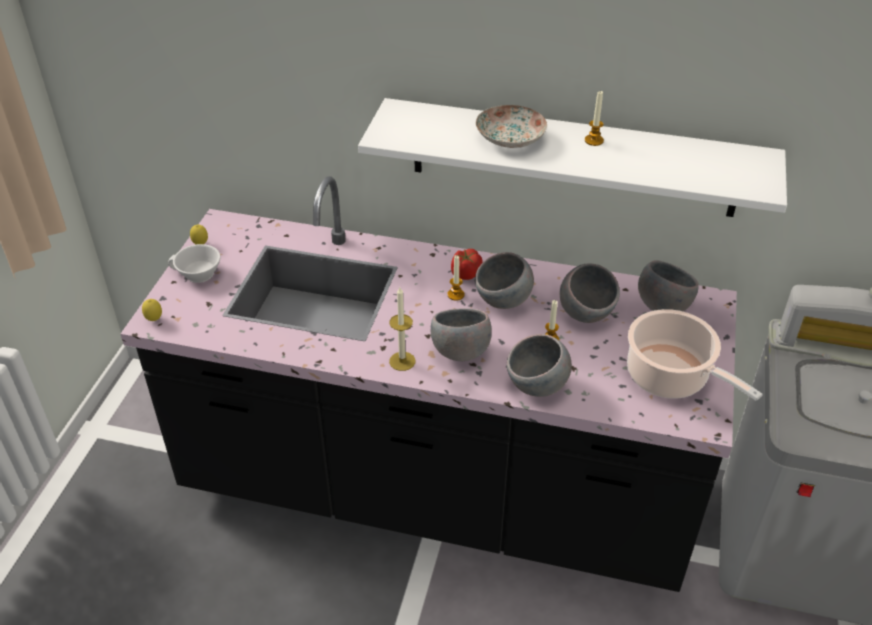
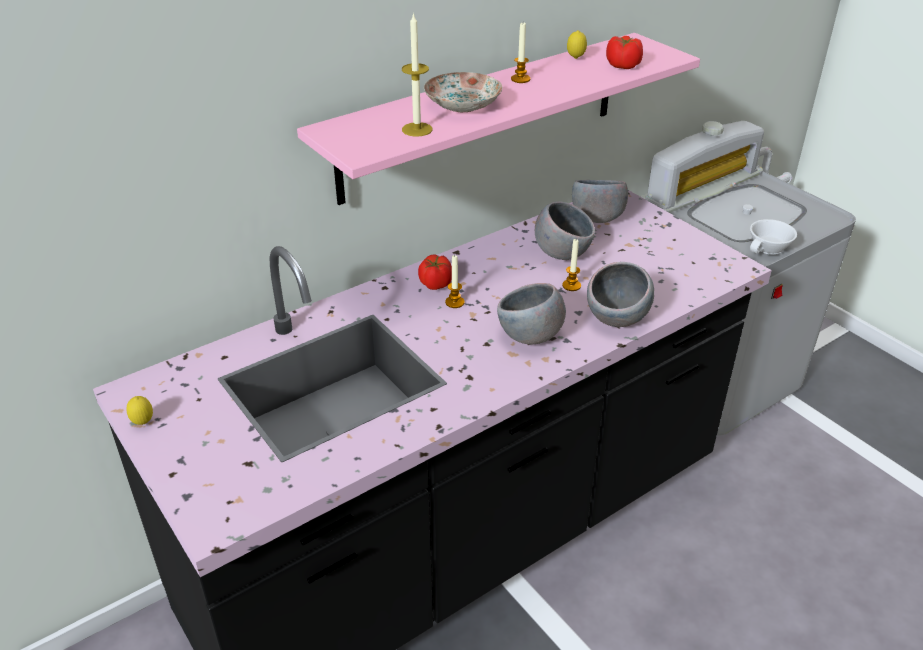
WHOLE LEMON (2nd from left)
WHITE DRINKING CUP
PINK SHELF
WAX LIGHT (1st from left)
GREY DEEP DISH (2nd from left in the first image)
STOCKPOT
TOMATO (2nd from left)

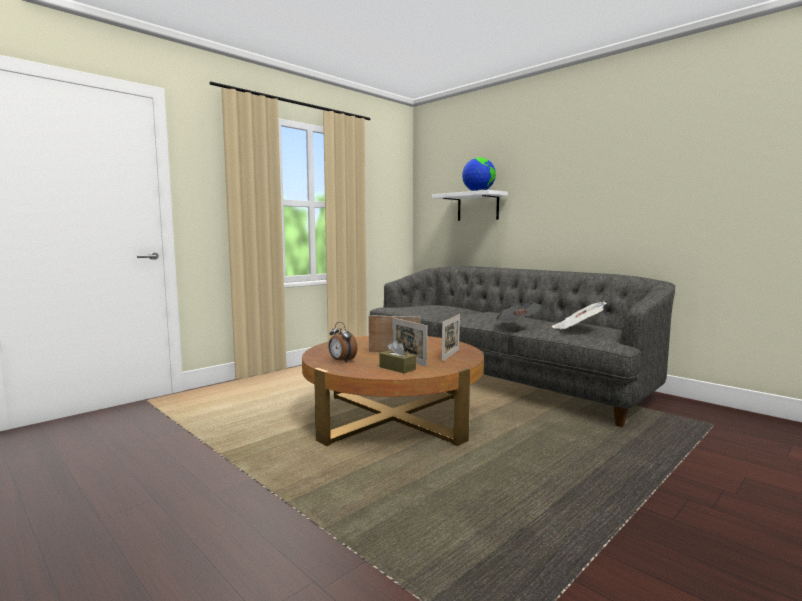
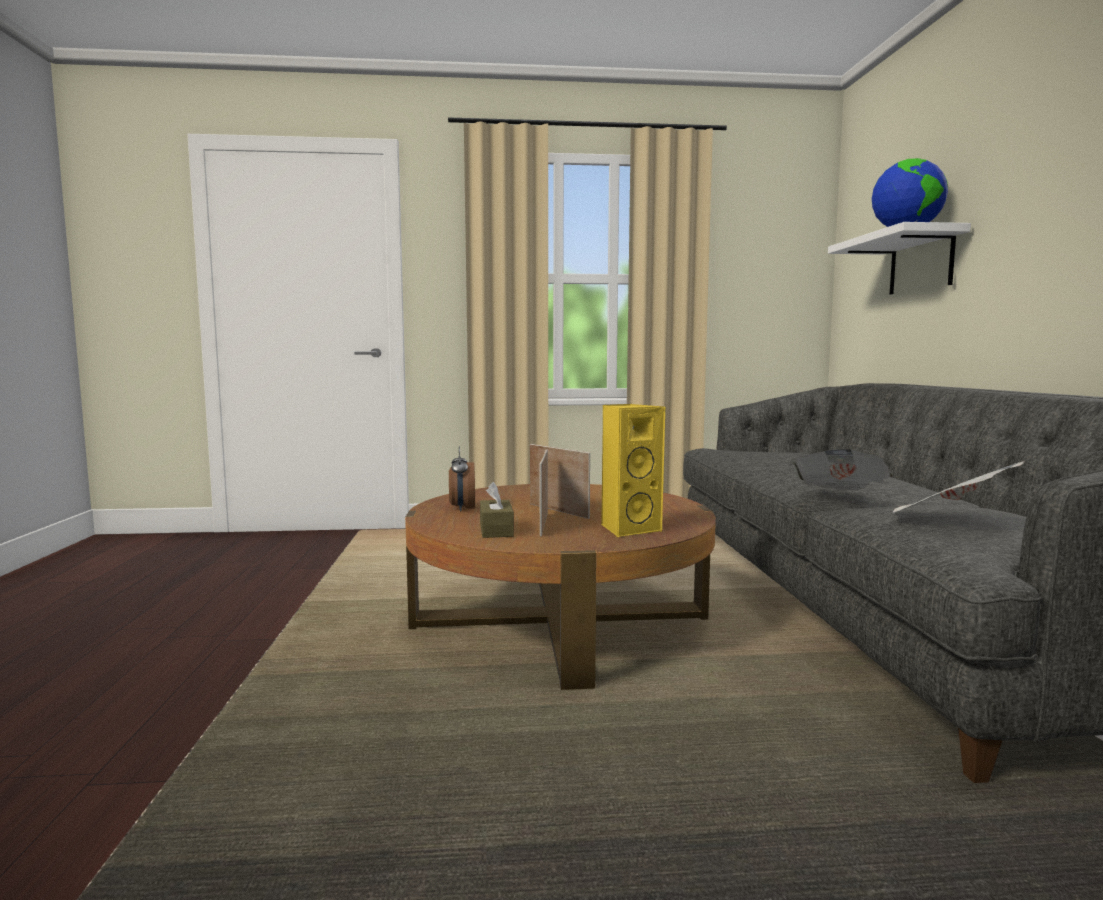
YELLOW SPEAKER

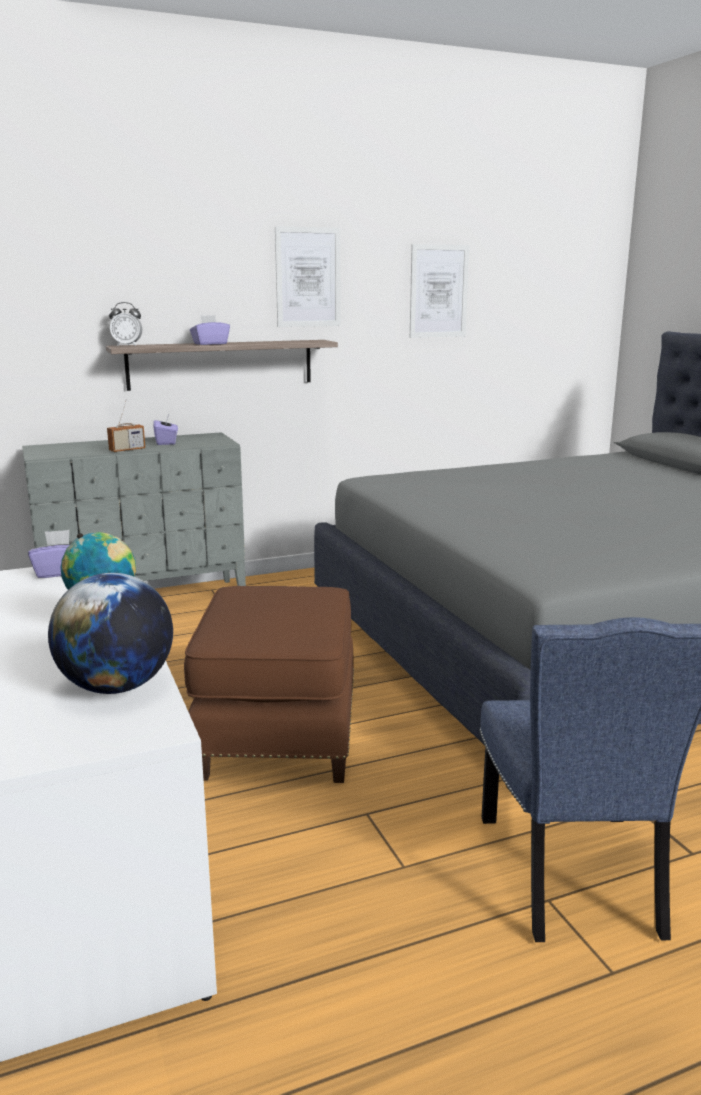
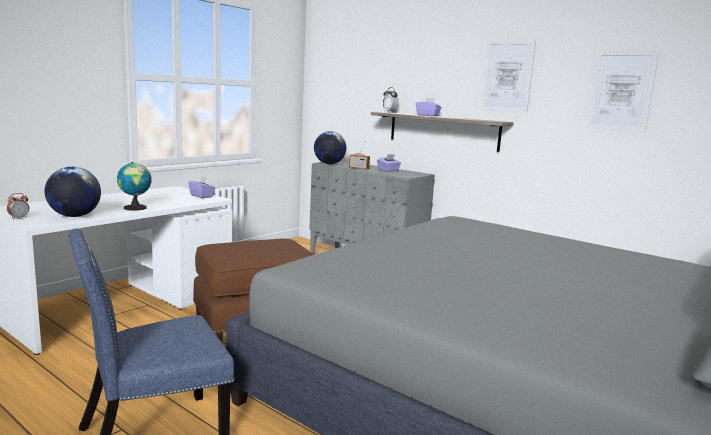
ALARM CLOCK (1st from left)
WORLD GLOBE (3rd from left)

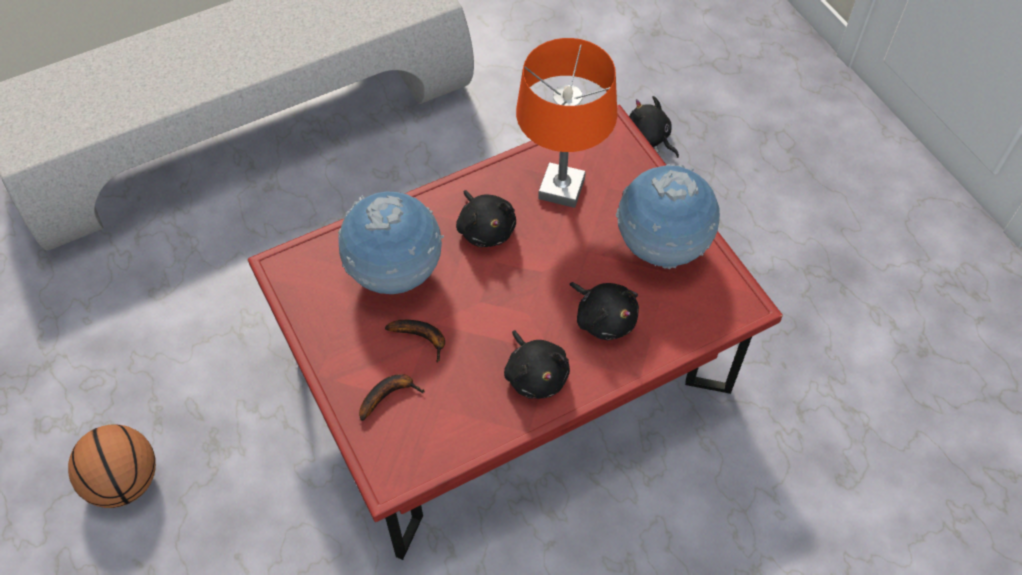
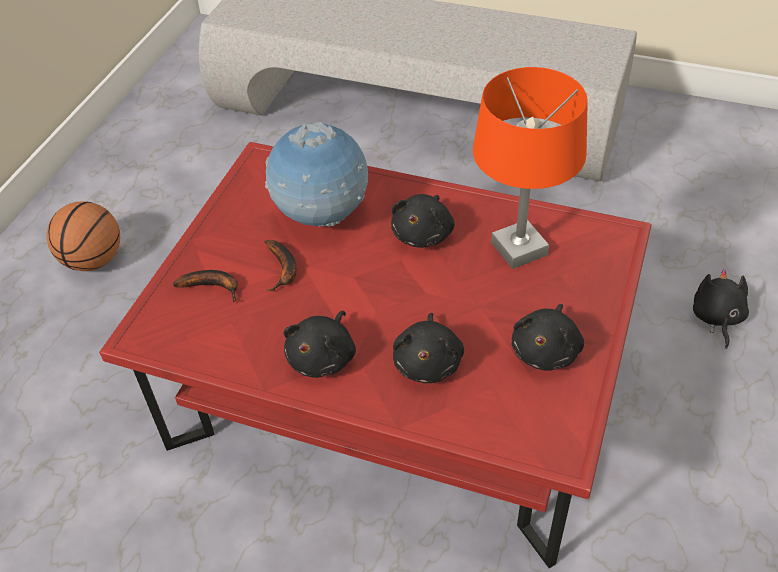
BLACKISH PLUSH TOY (4th from left)

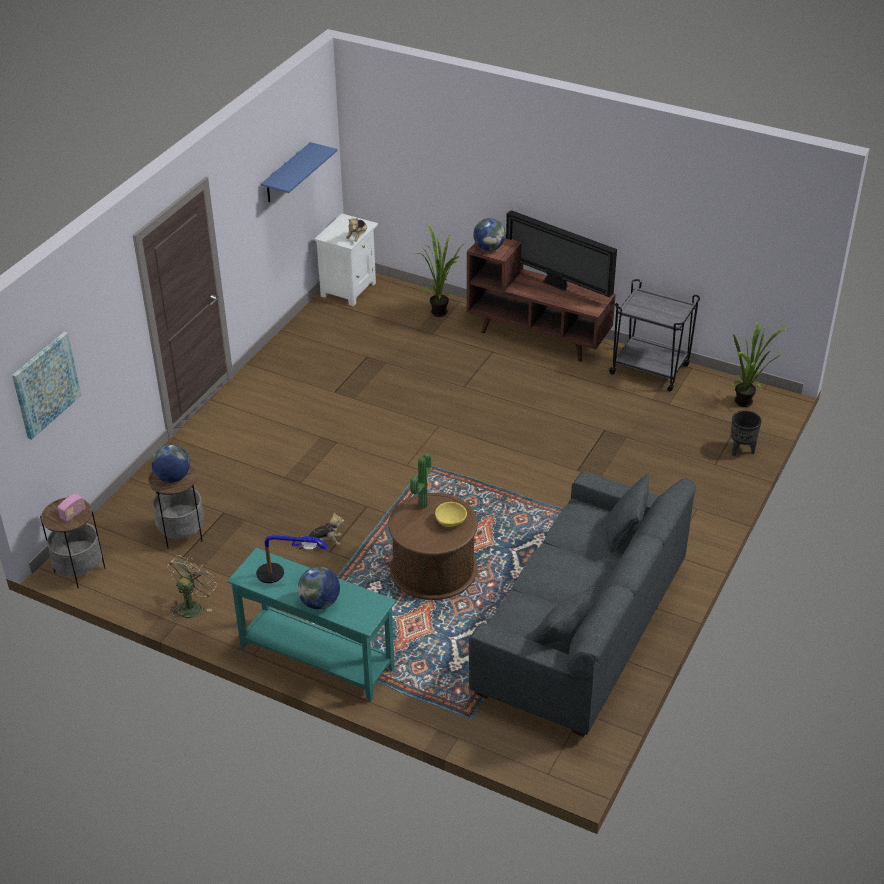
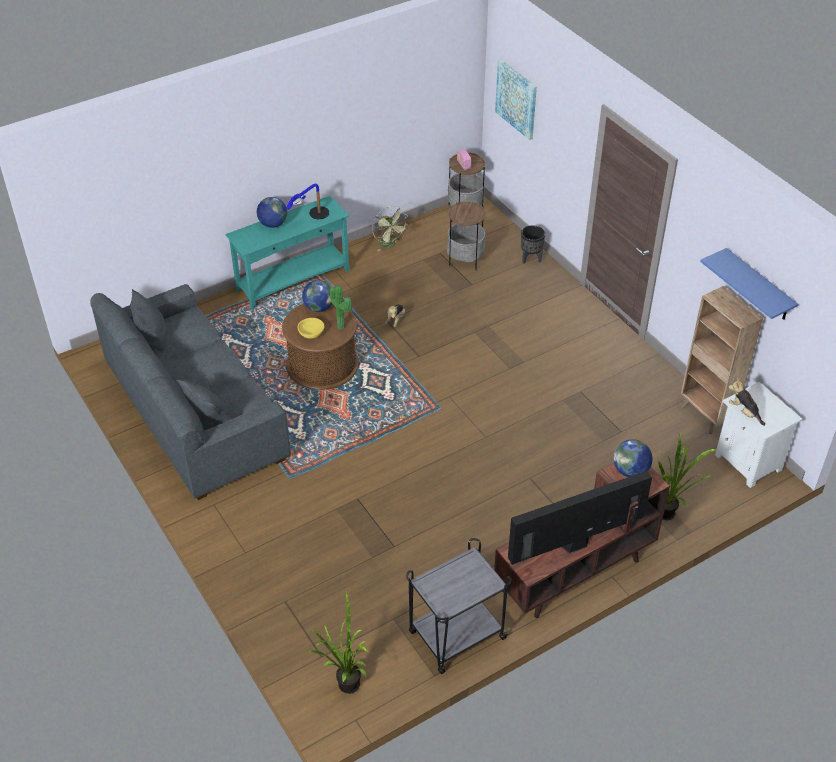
WORLD GLOBE (2nd from left)
BLACKISH PLANT POT
BROWNISH SHELVING UNIT

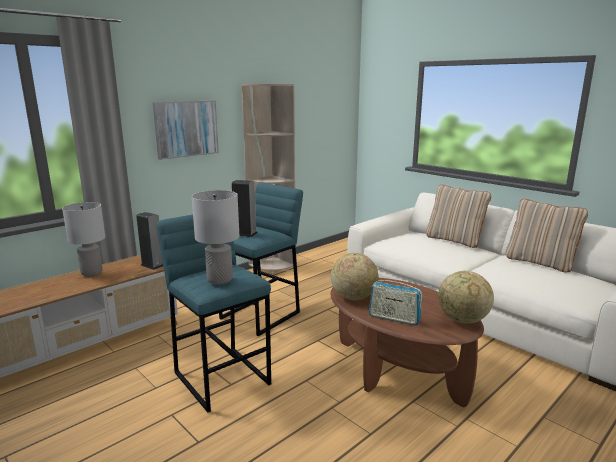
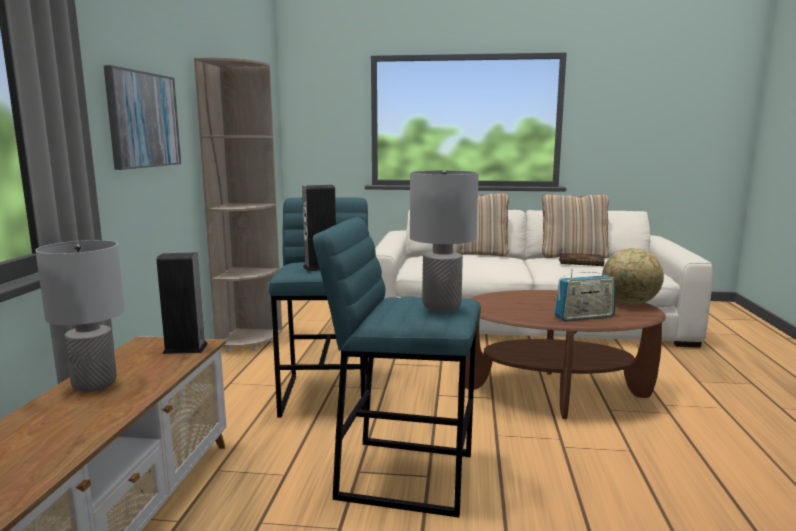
WORLD GLOBE (1st from left in the first image)
BOUND BOOK

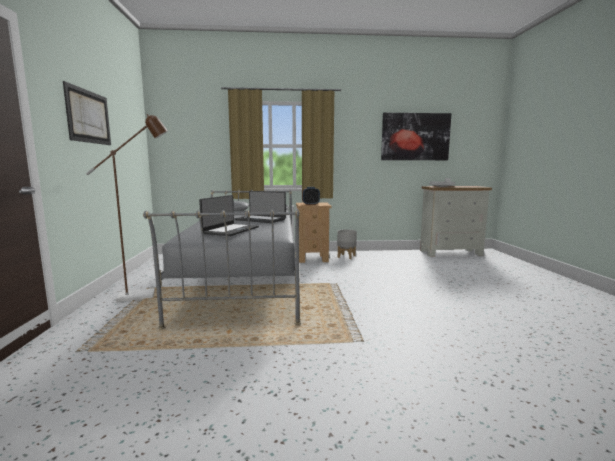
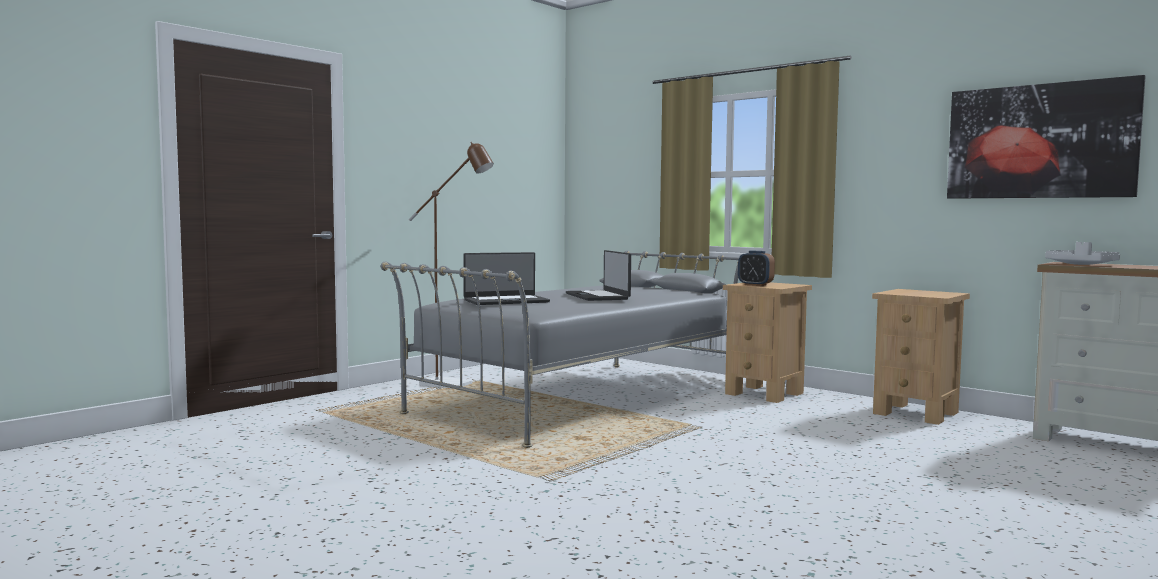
PICTURE (1st from left in the first image)
GREY PLANT POT
BEIGE-COLOURED BEDSIDE TABLE (2nd from left)

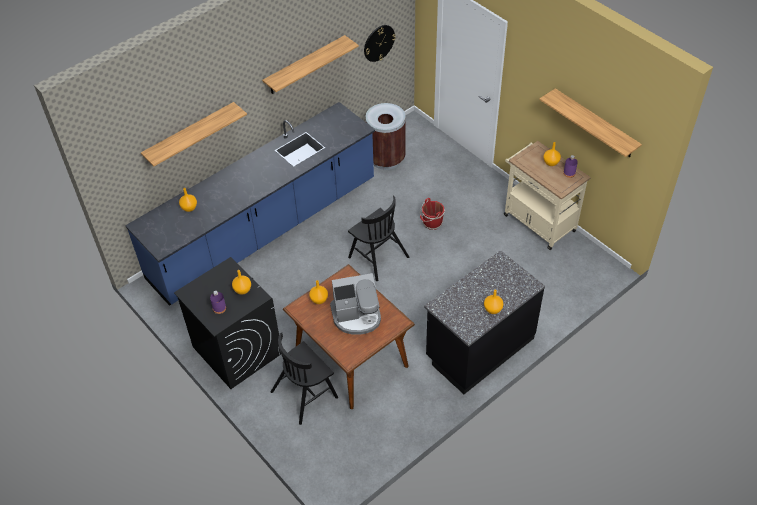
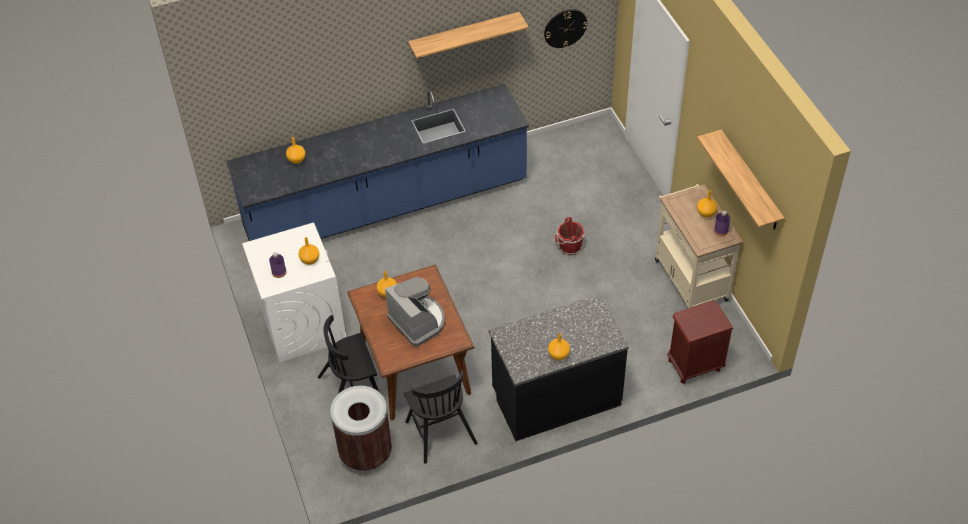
SHELF (1st from left in the first image)
WHITE LAUNDRY APPLIANCE
COFFEE MACHINE
BLACKISH UPRIGHT CHAIR (2nd from left)
BROWNISH TRASH CAN
BROWNISH BEDSIDE TABLE

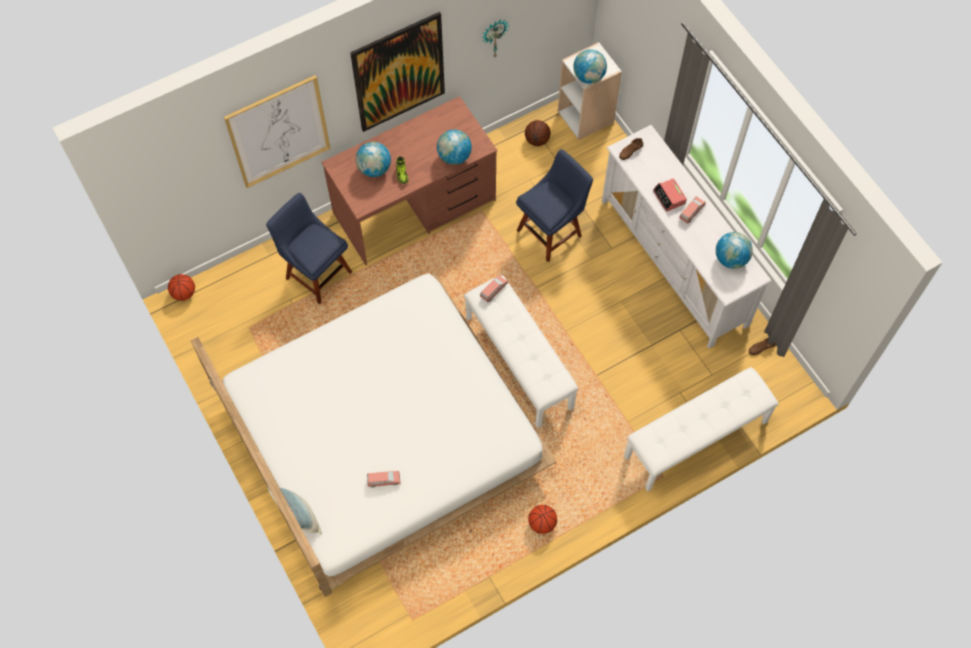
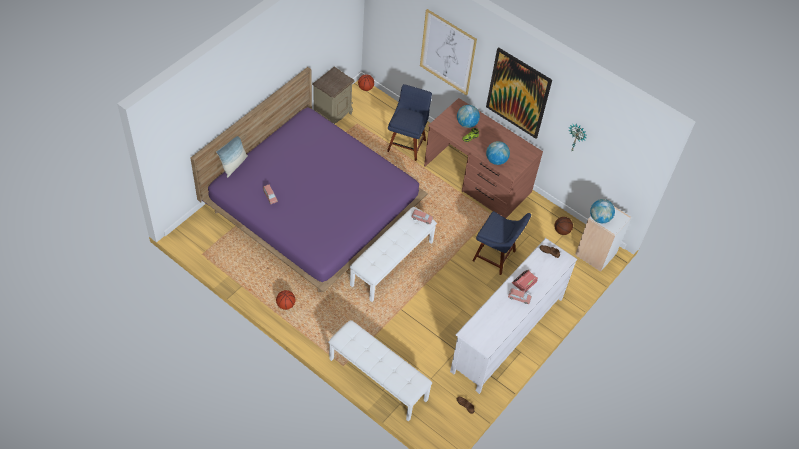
PURPLE BEDROOM BED
WORLD GLOBE (4th from left in the first image)
BEIGE-COLOURED BEDSIDE TABLE

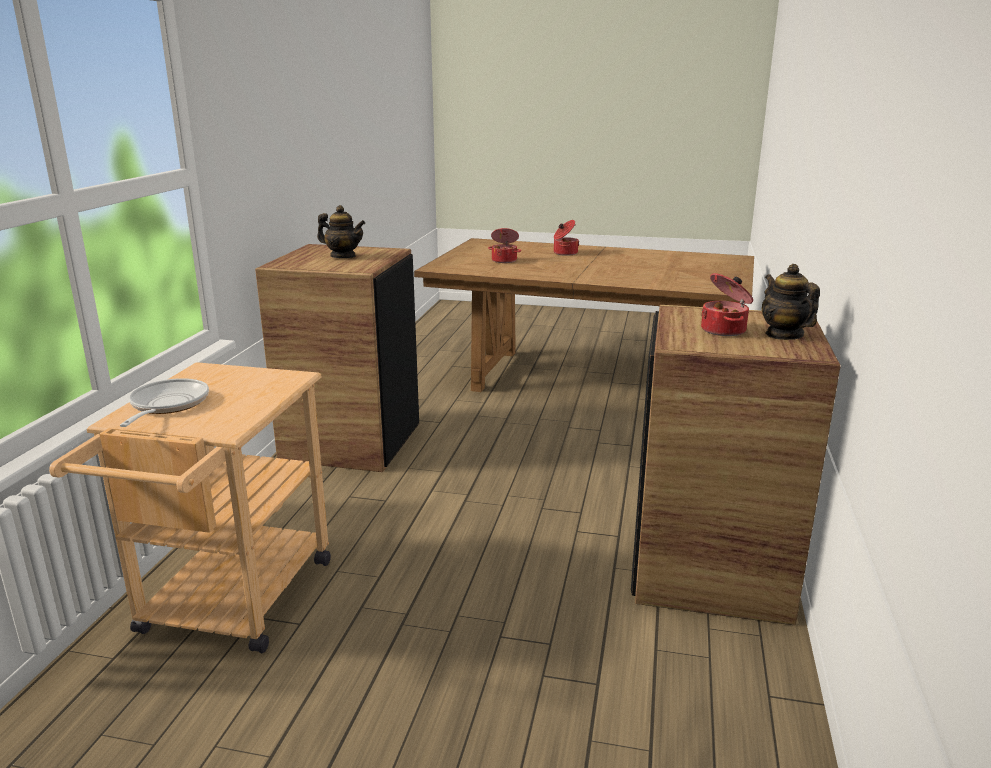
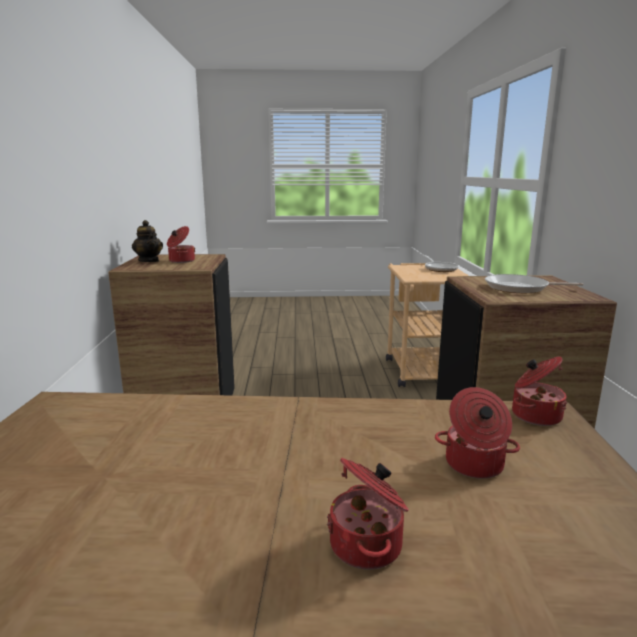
SKILLET (2nd from left)
STOCKPOT (4th from left)

